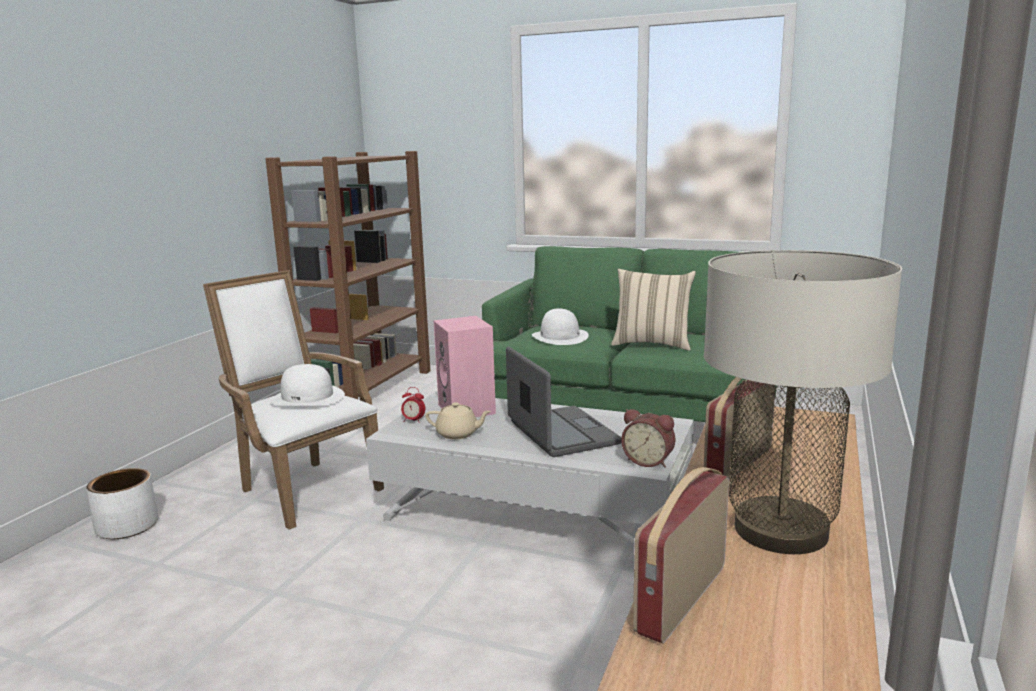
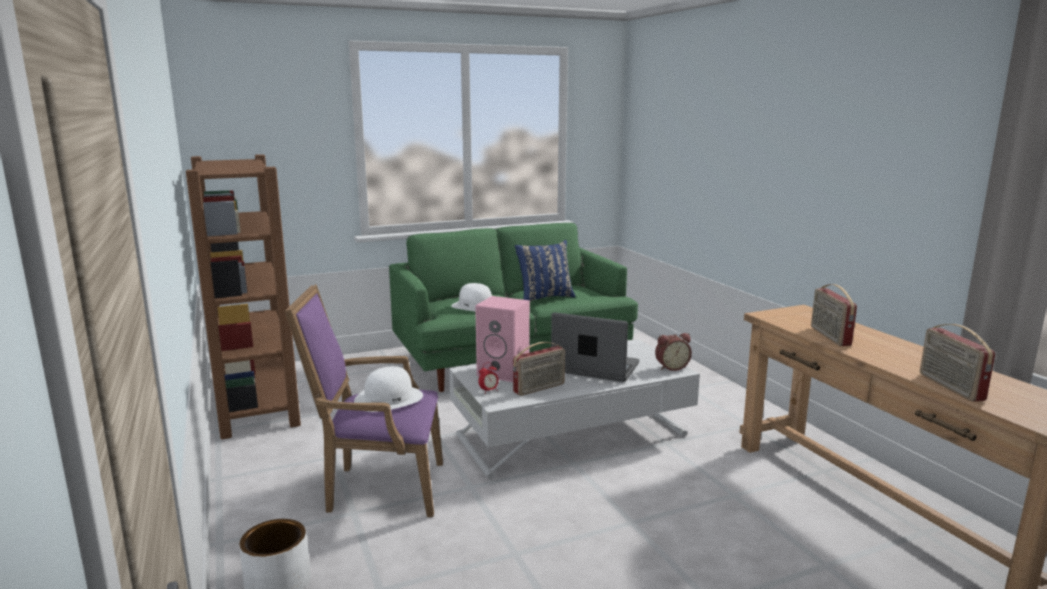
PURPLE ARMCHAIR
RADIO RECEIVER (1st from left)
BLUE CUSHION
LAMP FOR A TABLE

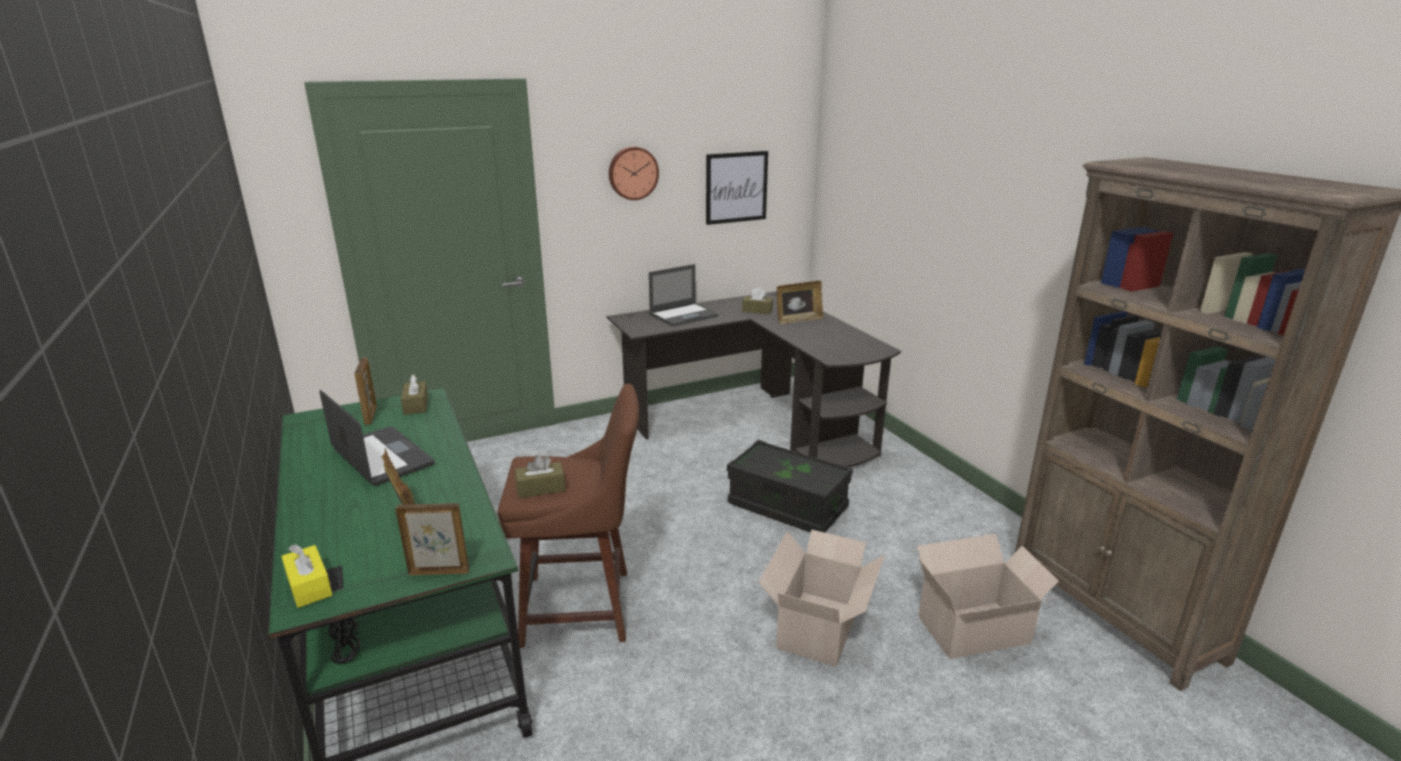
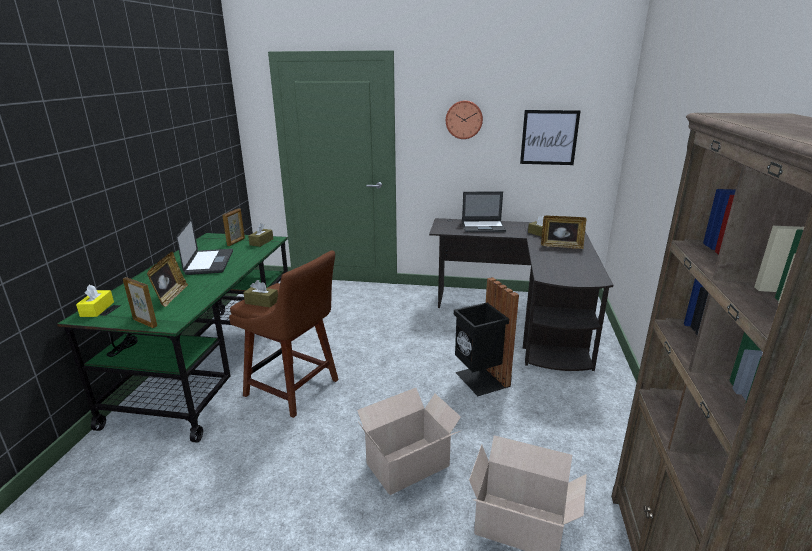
BLACKISH TRASH CAN

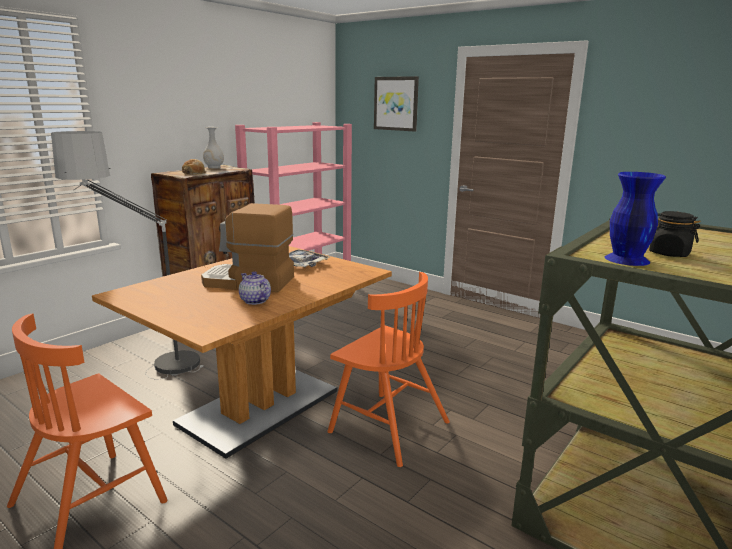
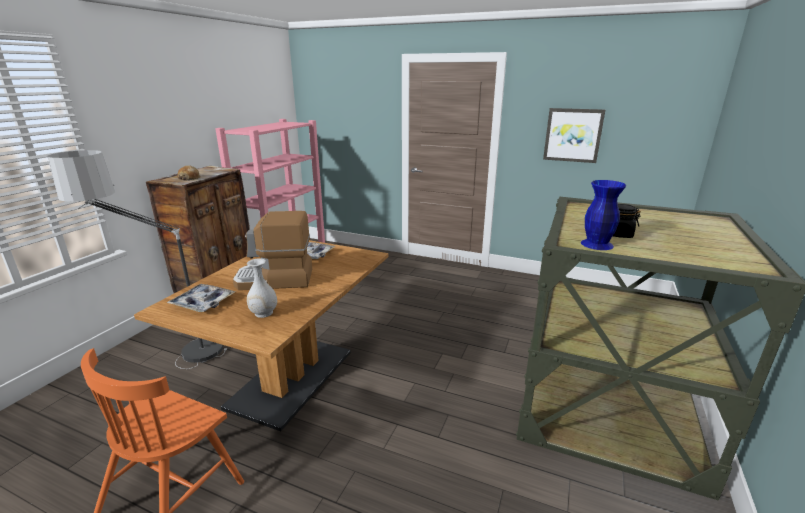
WHITE VASE
POT FOR TEA
ORANGEY UPRIGHT CHAIR (2nd from left in the first image)
PICTURE
TRAY (1st from left)

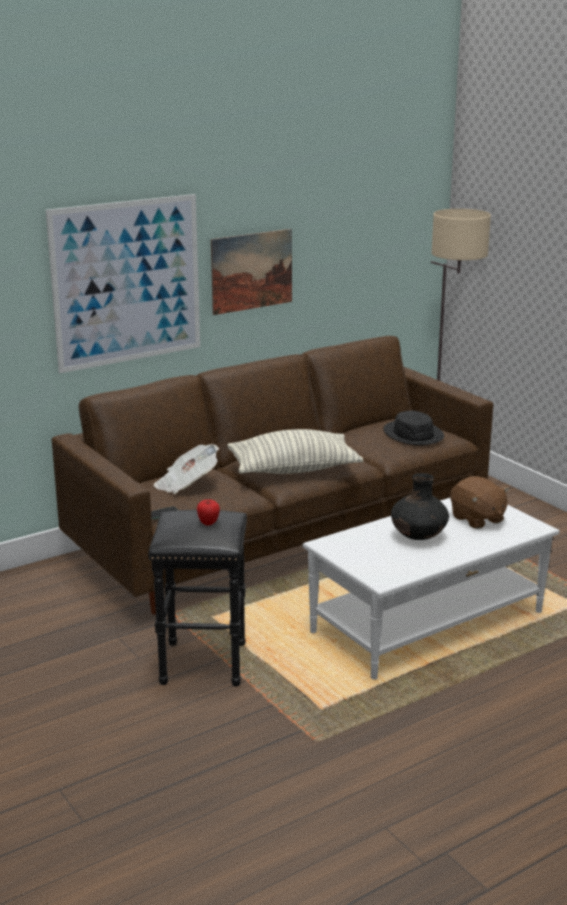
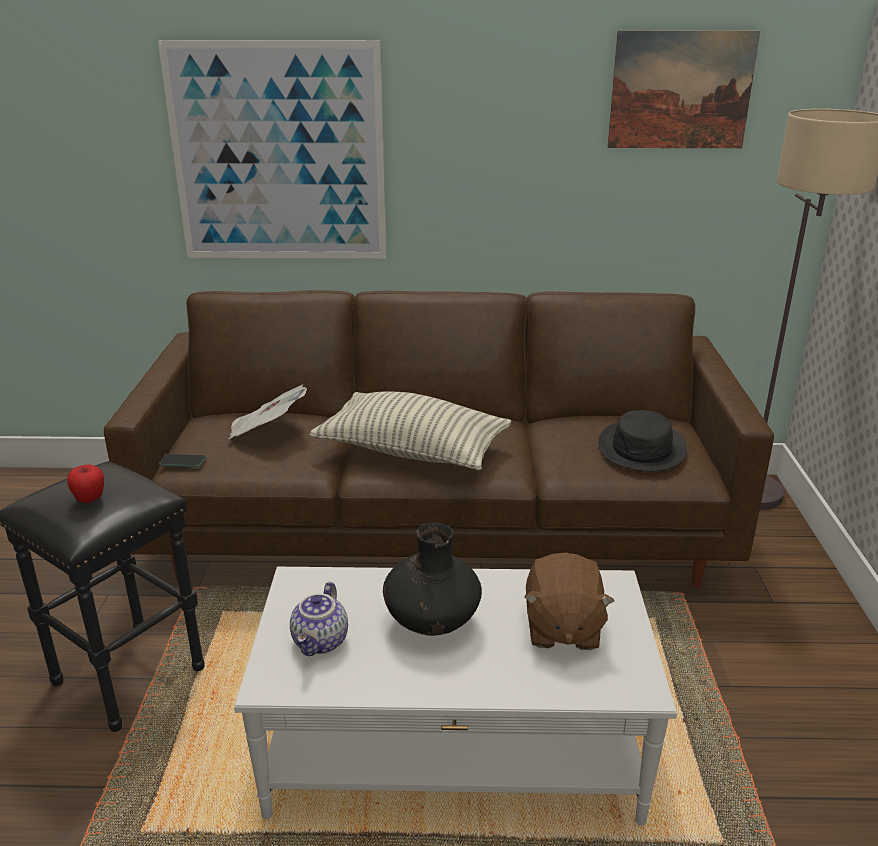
PICTURE (2nd from left)
POT FOR TEA

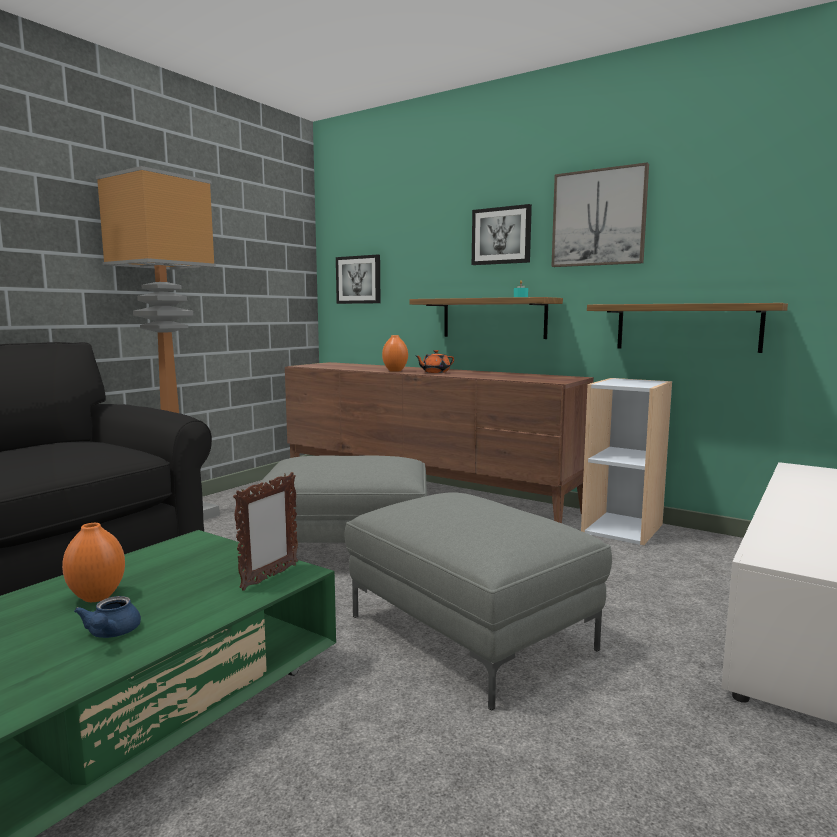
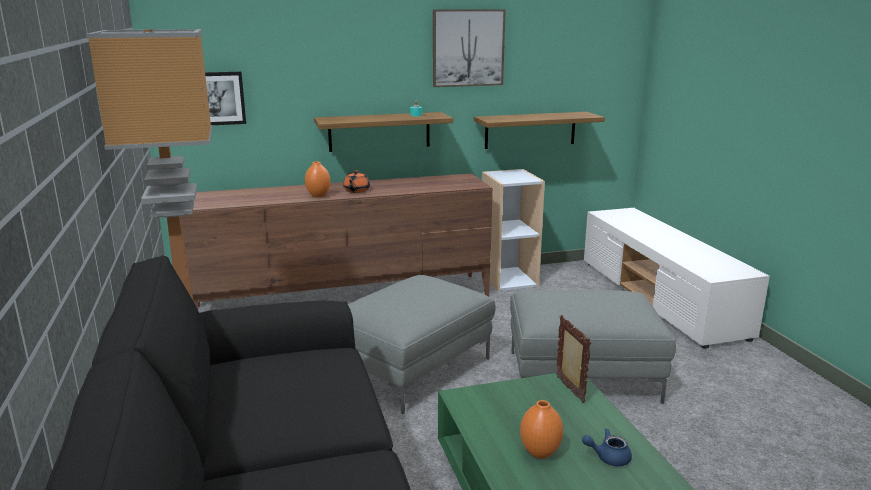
BLUE POT FOR TEA
PICTURE (2nd from left in the first image)

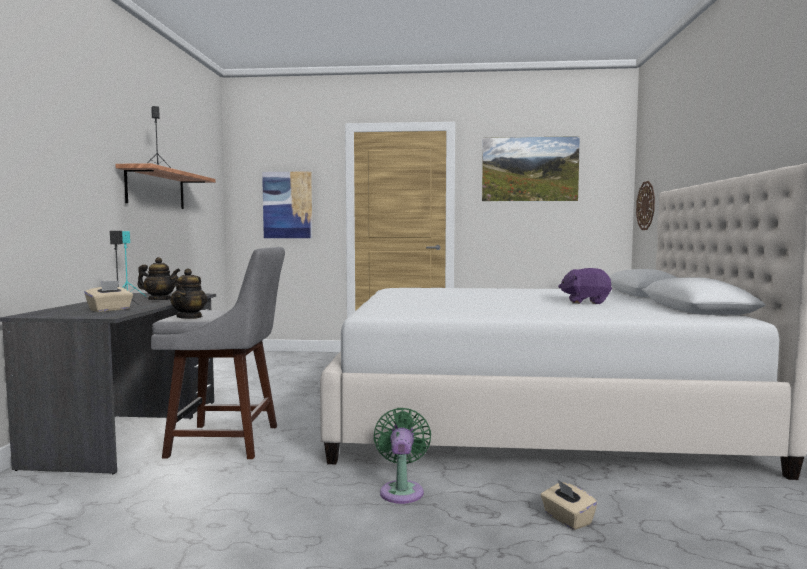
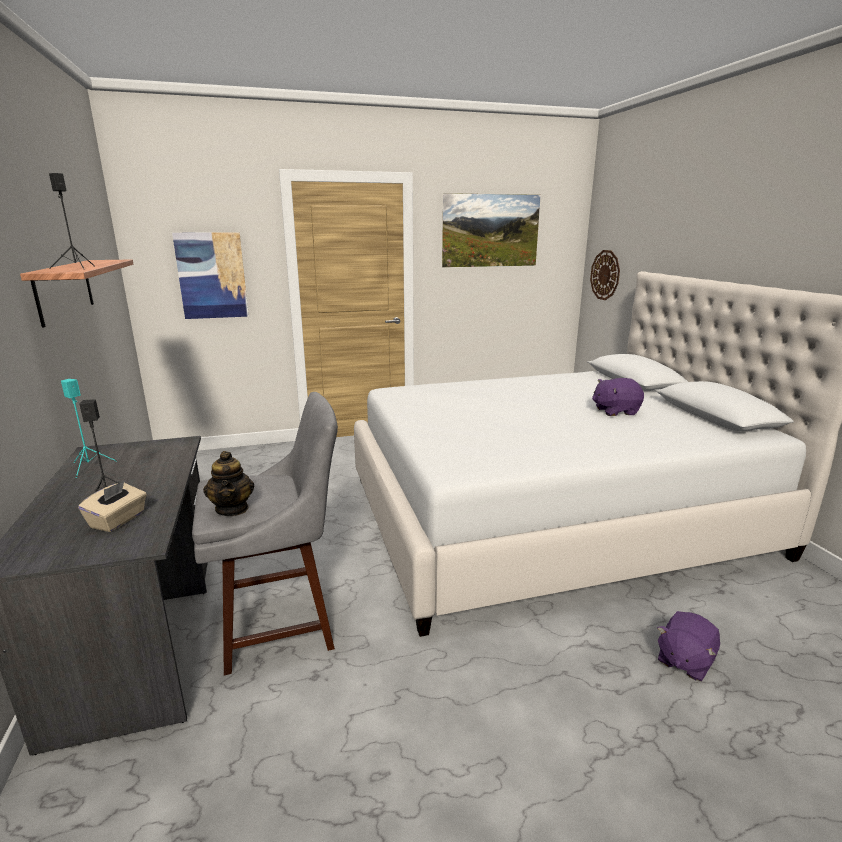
POT FOR TEA (1st from left in the first image)
GREEN-COLOURED ELECTRIC FAN
PURPLE PLUSH TOY (2nd from left)

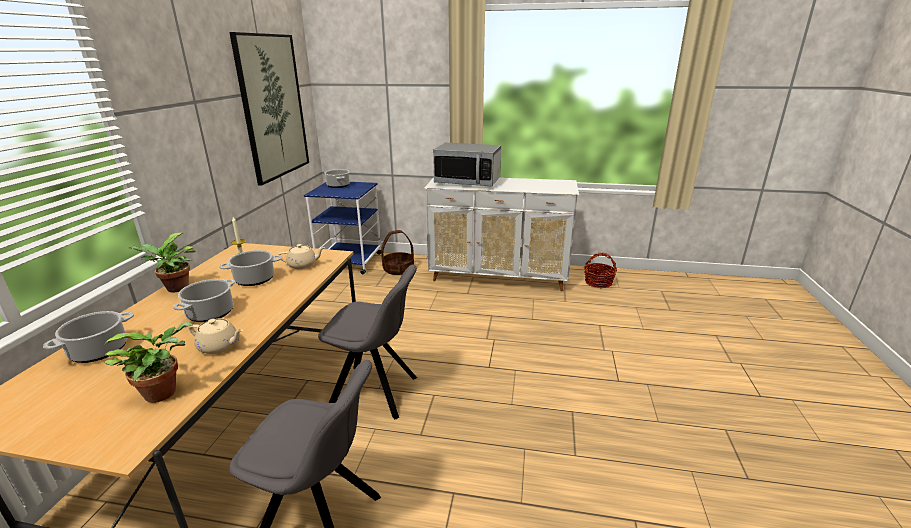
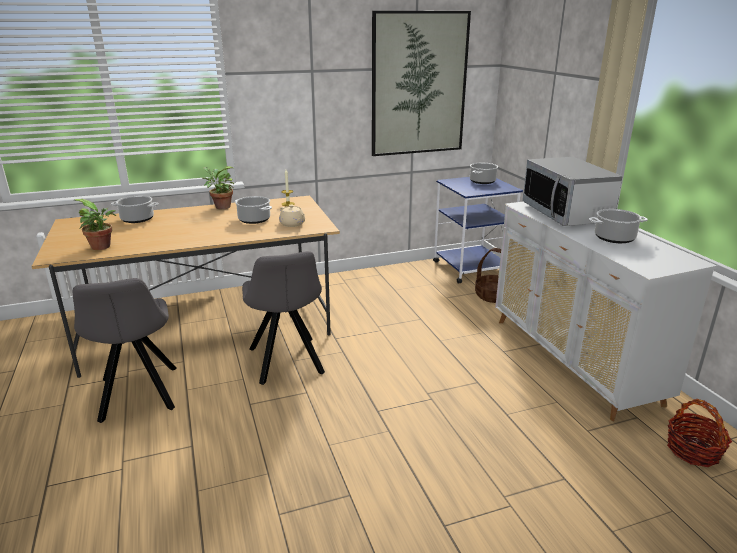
STOCKPOT (4th from left)
BEIGE-COLOURED POT FOR TEA (1st from left in the first image)

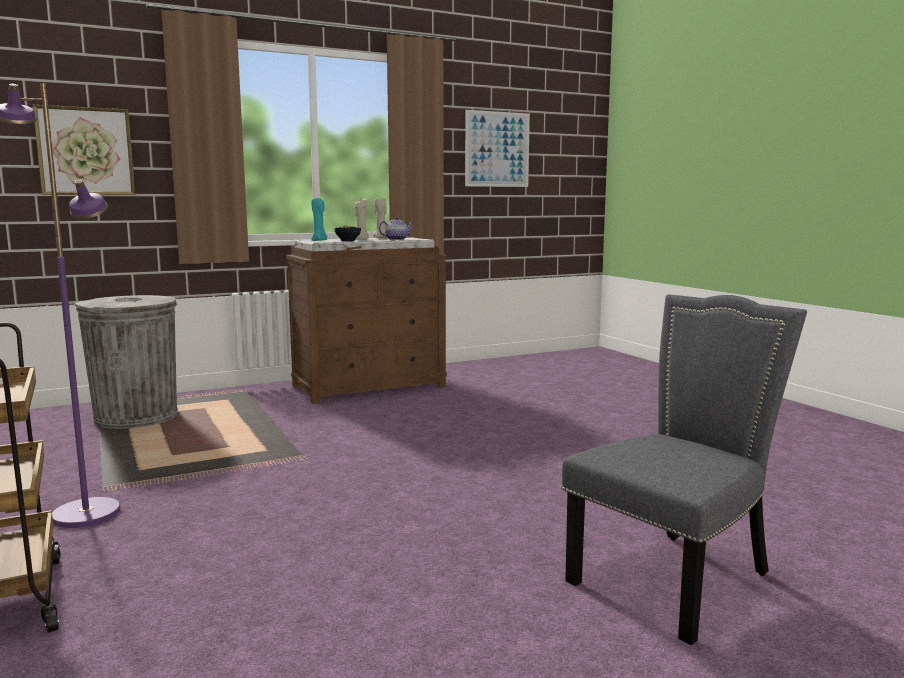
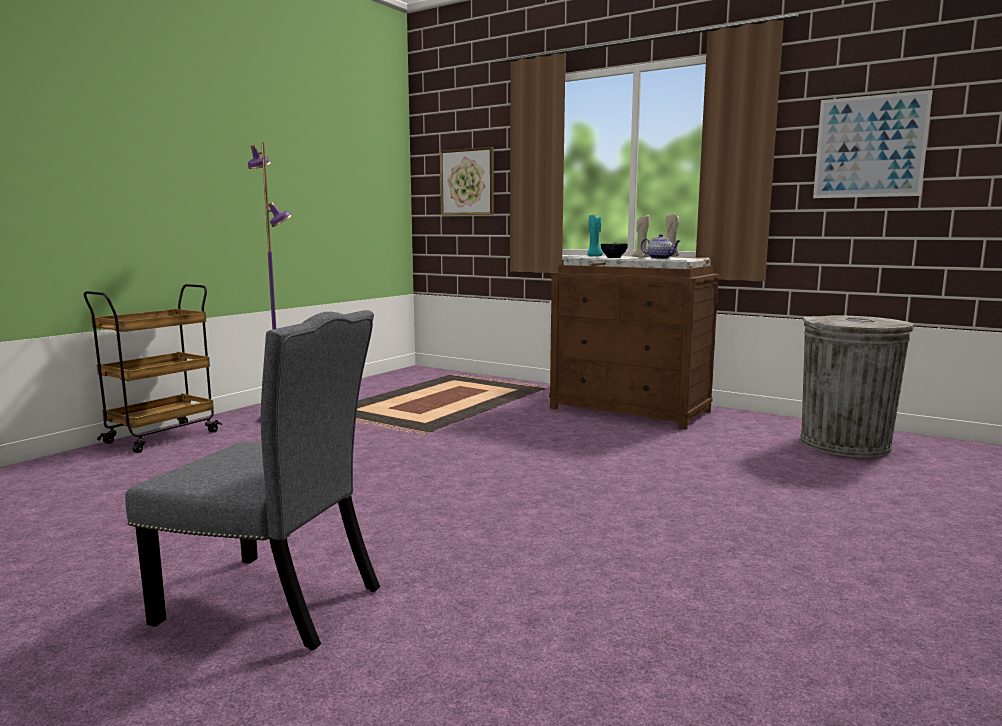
GREY TRASH CAN

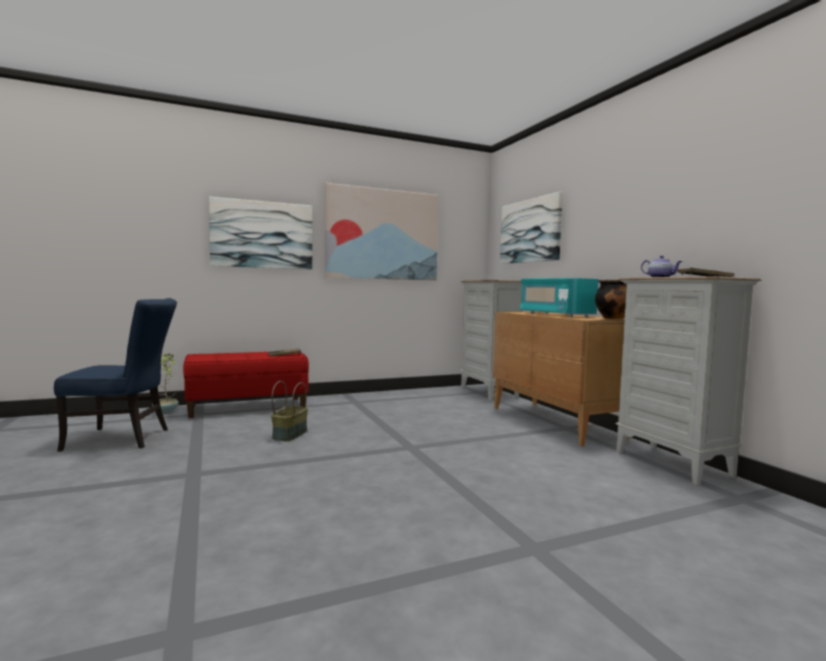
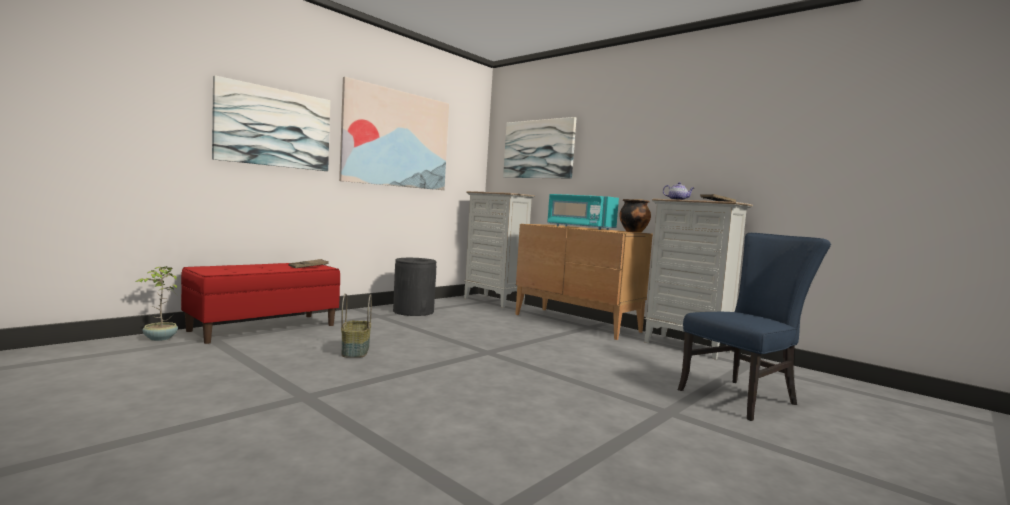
BLUE UPRIGHT CHAIR
BLACKISH TRASH CAN

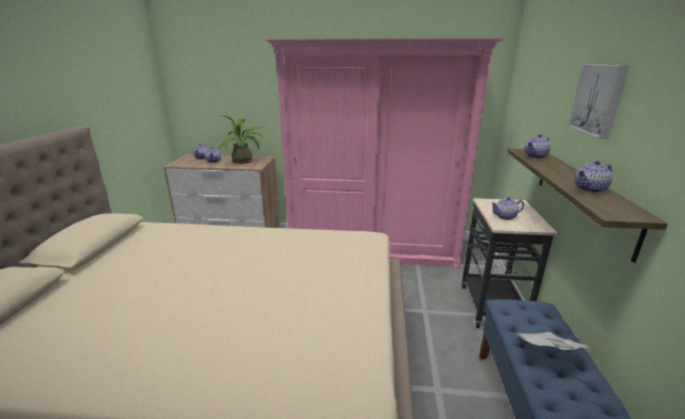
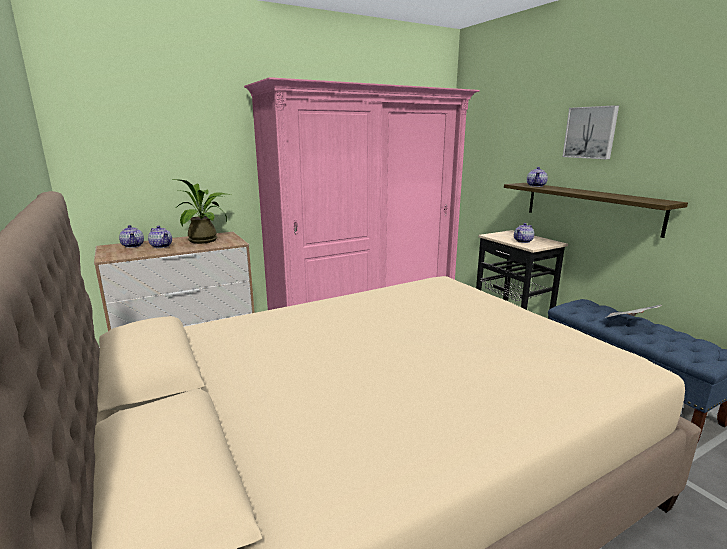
POT FOR TEA (5th from left in the first image)

